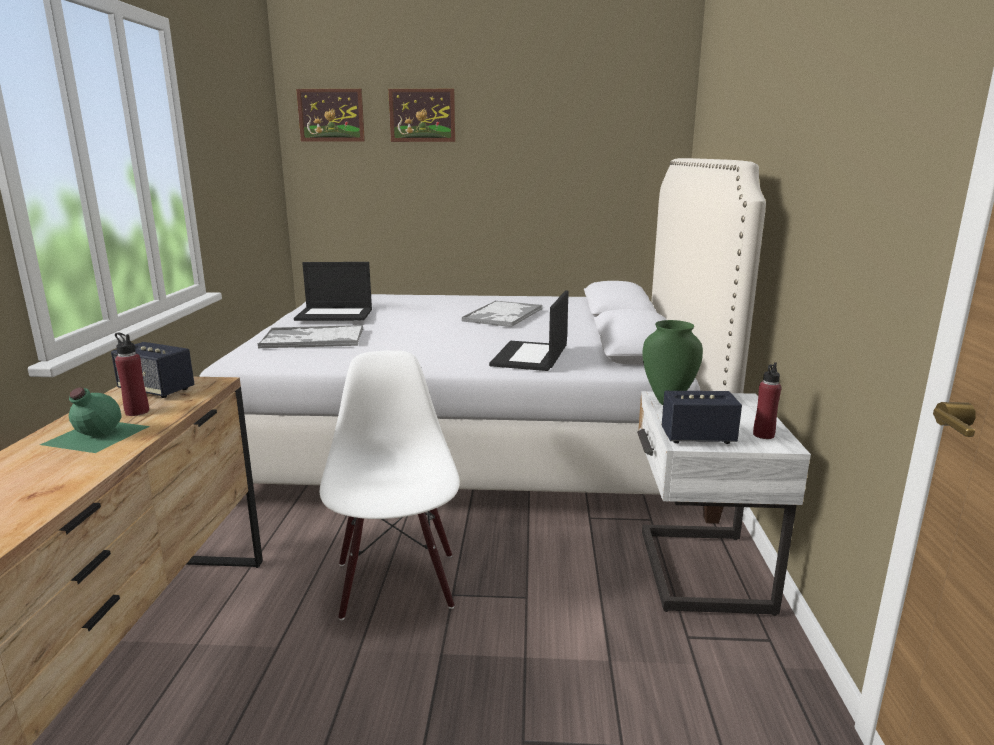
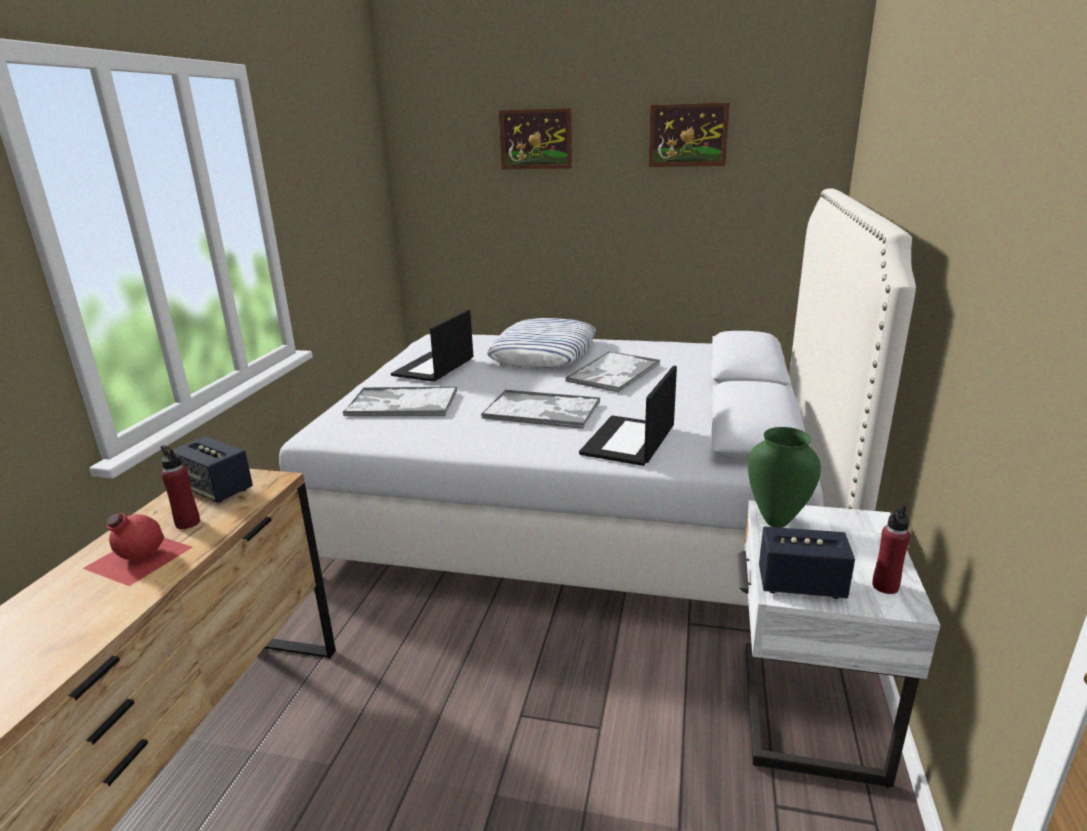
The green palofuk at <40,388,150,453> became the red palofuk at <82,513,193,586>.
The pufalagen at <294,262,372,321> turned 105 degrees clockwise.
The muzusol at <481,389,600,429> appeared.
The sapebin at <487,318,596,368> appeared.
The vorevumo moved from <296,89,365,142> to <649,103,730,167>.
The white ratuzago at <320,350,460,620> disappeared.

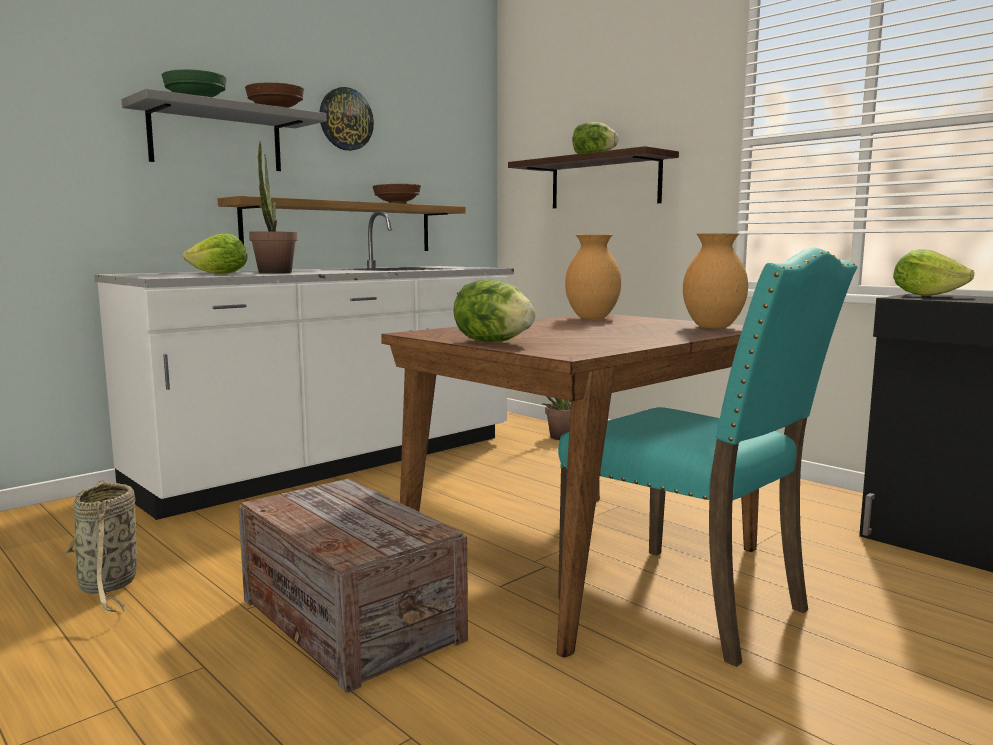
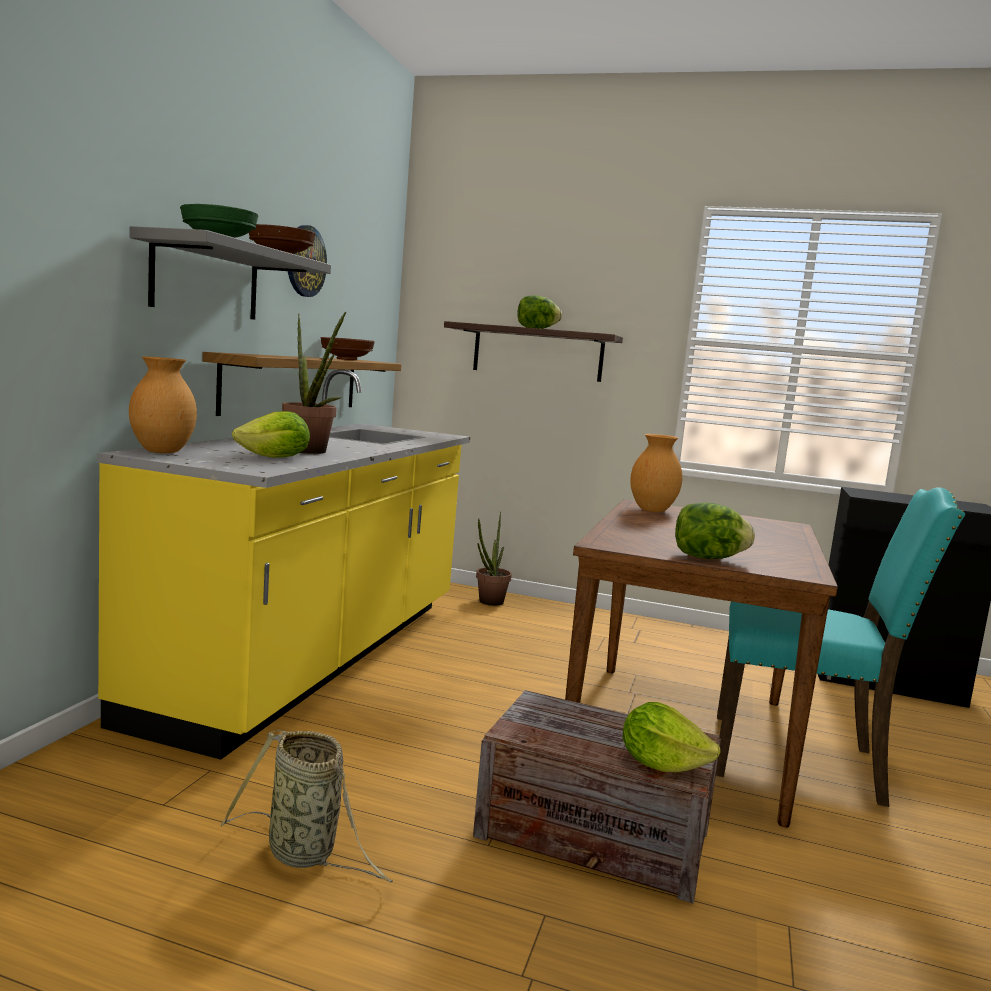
The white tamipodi at <94,211,514,520> became the yellow tamipodi at <97,369,470,760>.
The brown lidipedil moved from <683,233,748,328> to <129,356,197,453>.
The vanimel moved from <893,249,974,296> to <623,702,721,773>.

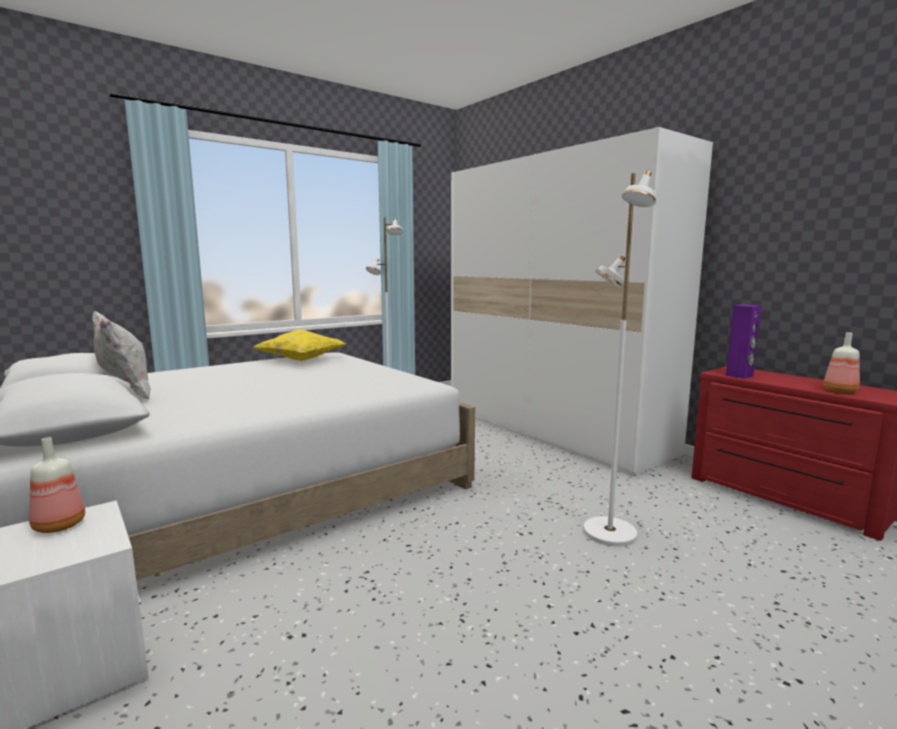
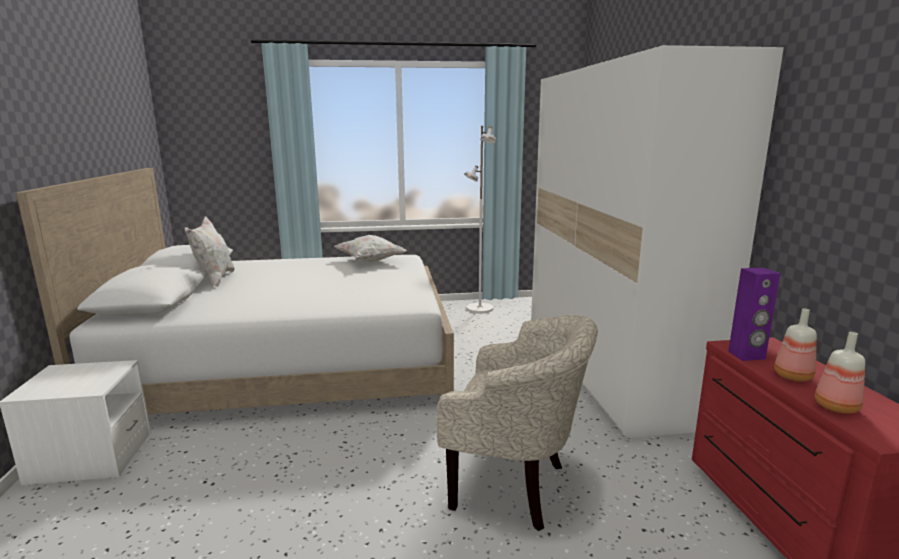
The yellow sapebin at <253,329,346,361> became the white sapebin at <334,235,407,262>.
The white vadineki at <583,171,656,546> was replaced by the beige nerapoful at <436,315,598,531>.
The palofuk moved from <29,437,85,533> to <774,308,817,381>.

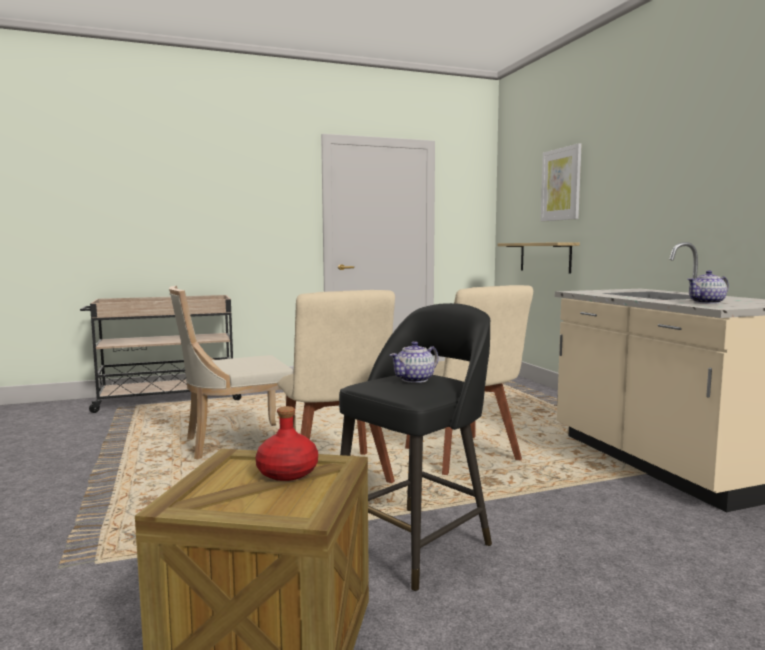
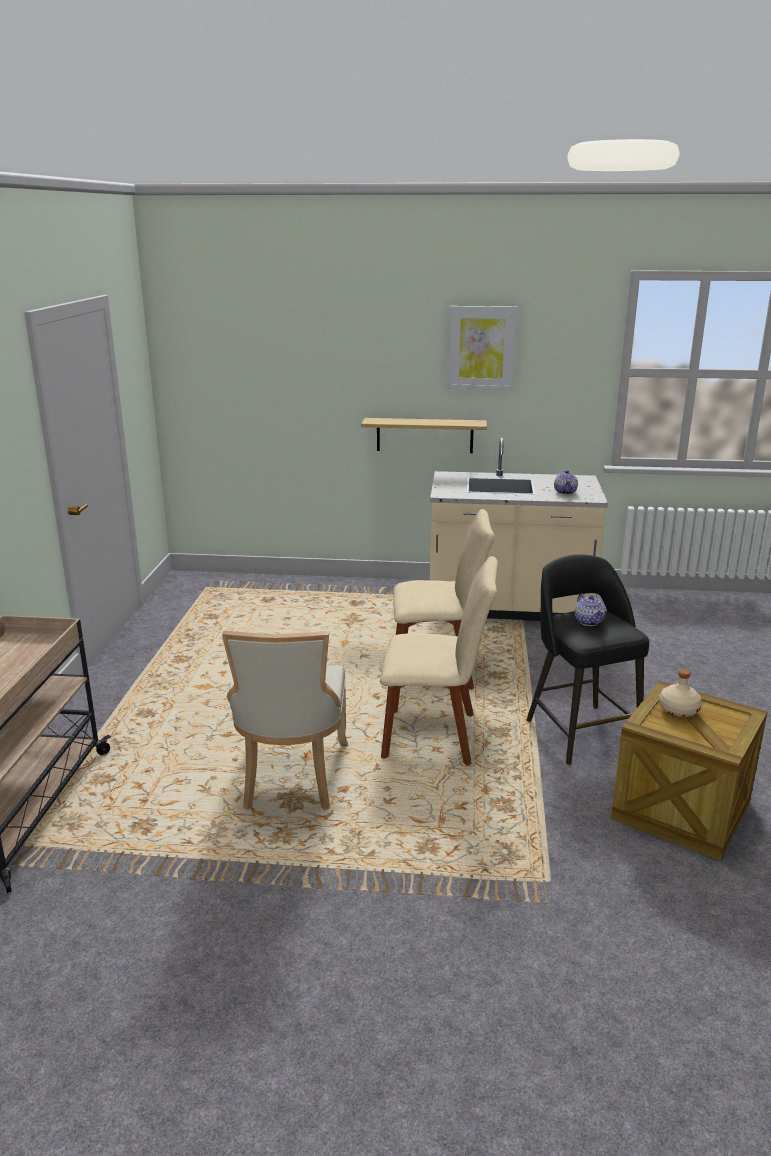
The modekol moved from <497,242,580,274> to <361,418,487,453>.
The vorevumo moved from <541,143,582,222> to <447,306,517,390>.
The red palofuk at <256,406,318,481> became the beige palofuk at <659,669,702,717>.

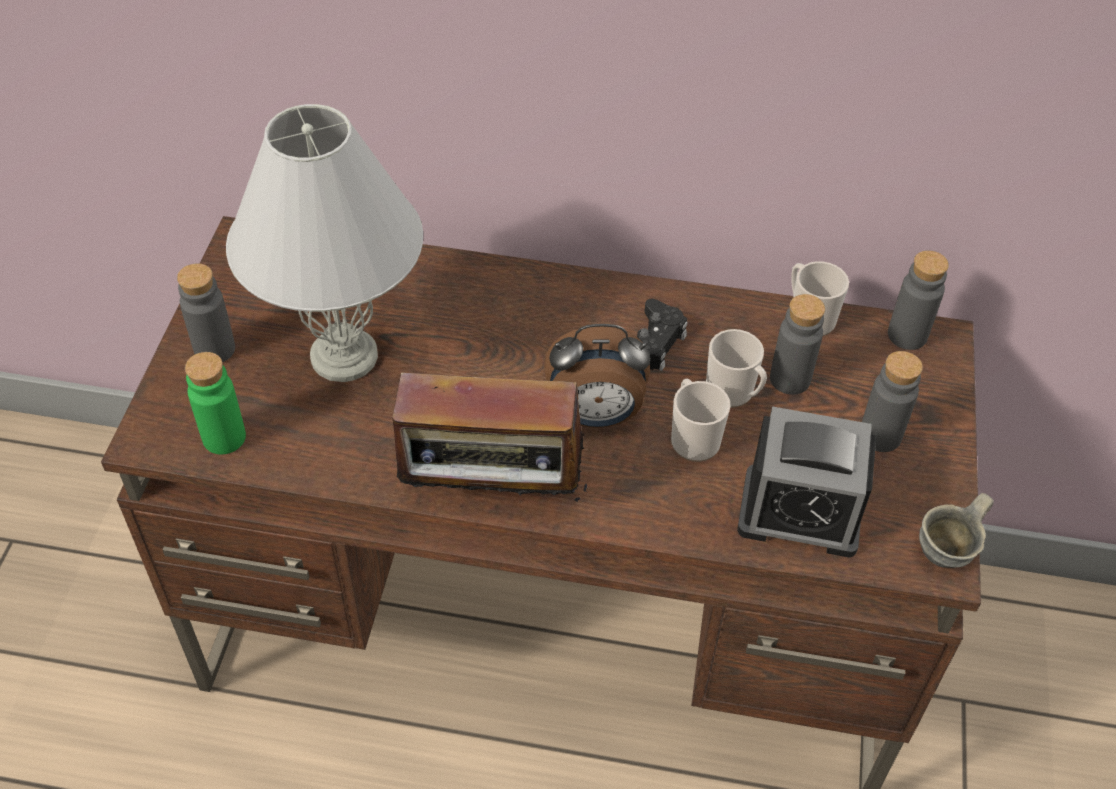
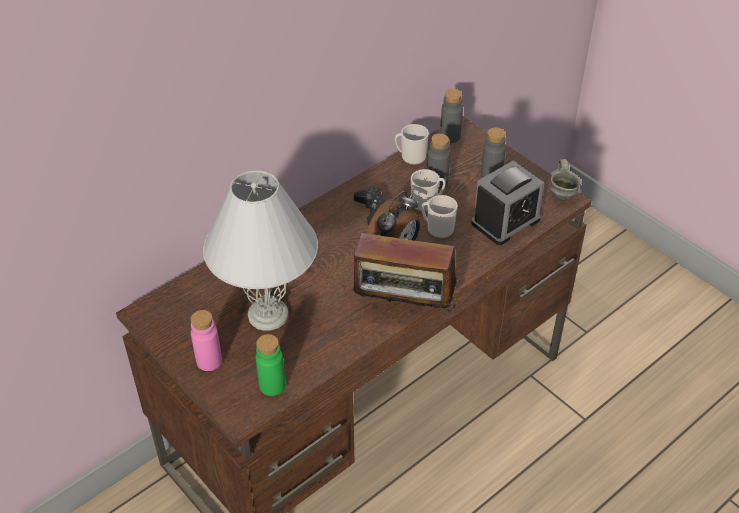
The grey palofuk at <177,263,235,362> became the pink palofuk at <191,310,222,371>.
The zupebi at <381,356,587,526> turned 60 degrees clockwise.

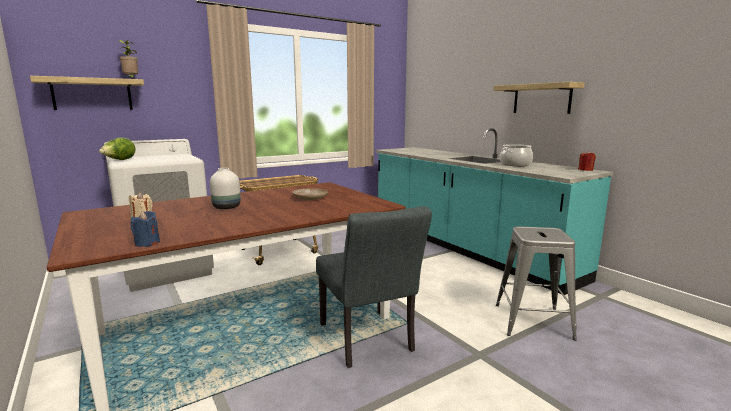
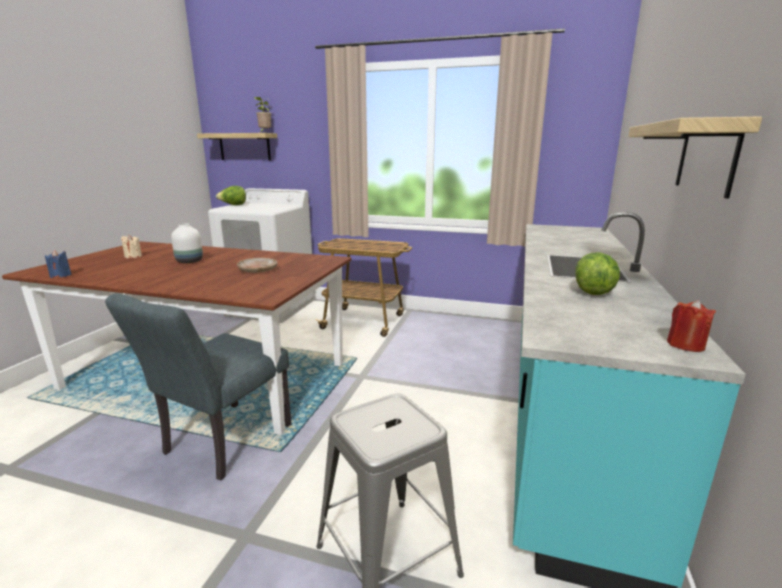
The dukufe at <500,144,533,166> was replaced by the vanimel at <575,252,620,295>.

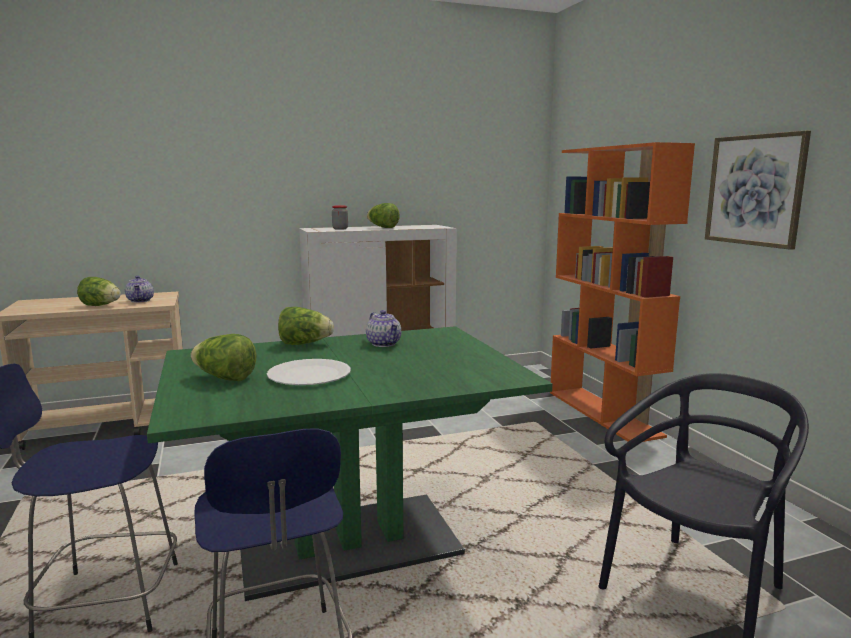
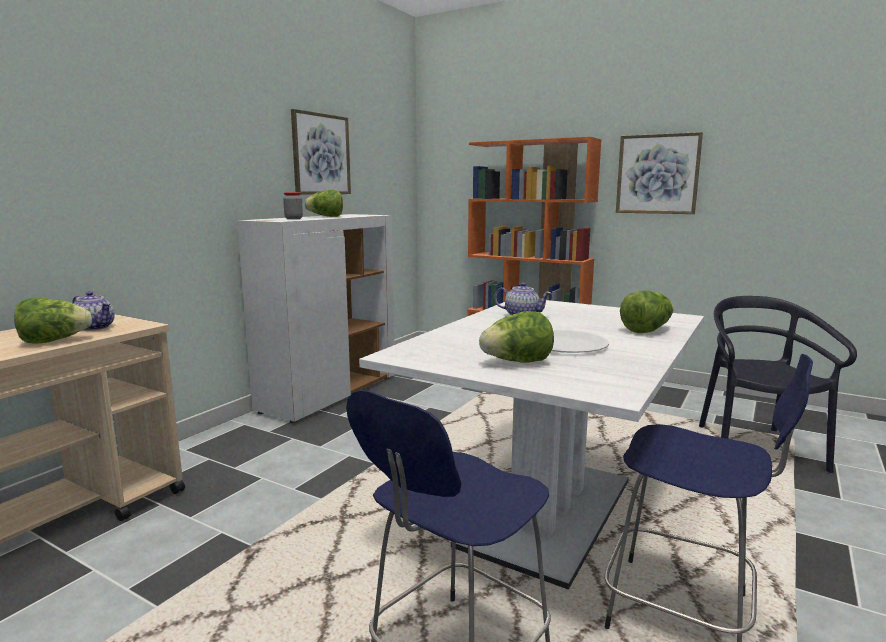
The vorevumo at <291,109,351,195> appeared.
The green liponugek at <147,326,553,601> became the white liponugek at <359,300,704,589>.
The vanimel moved from <278,307,334,345> to <620,290,674,333>.

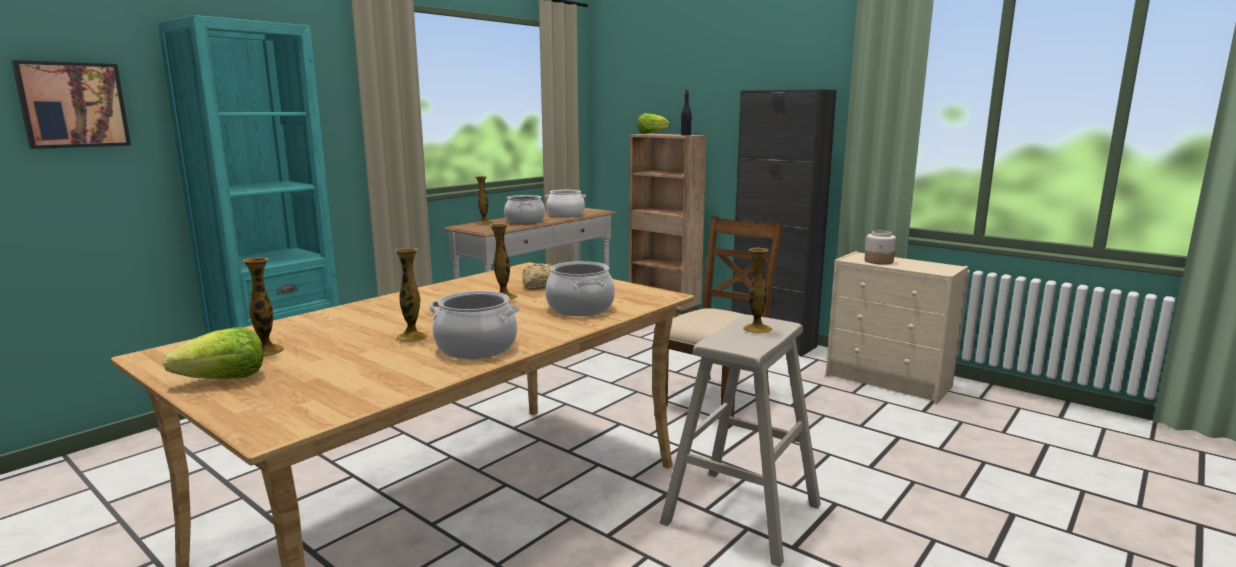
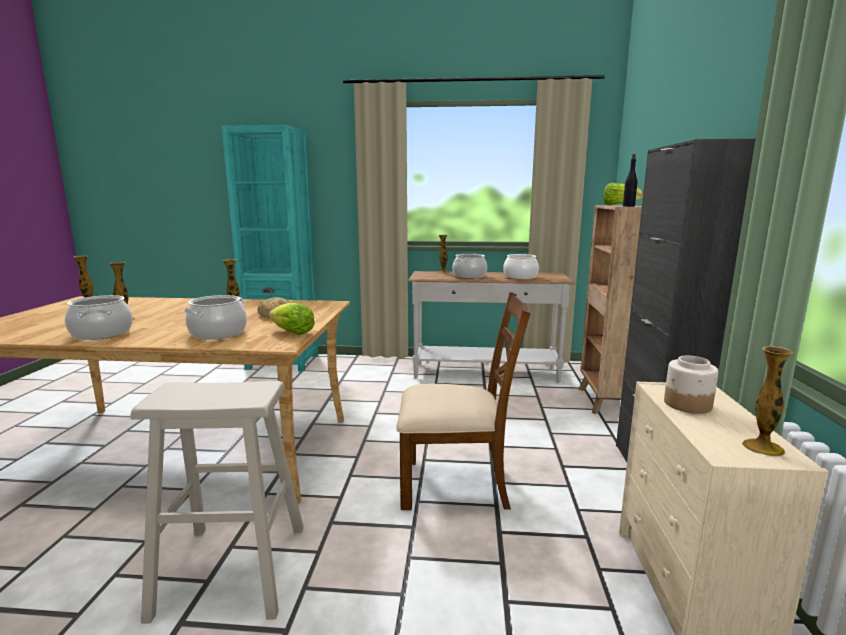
The vanimel moved from <163,327,264,379> to <269,303,315,335>.
The lidipedil moved from <743,248,772,334> to <742,347,793,456>.
The vorevumo at <12,60,131,149> disappeared.

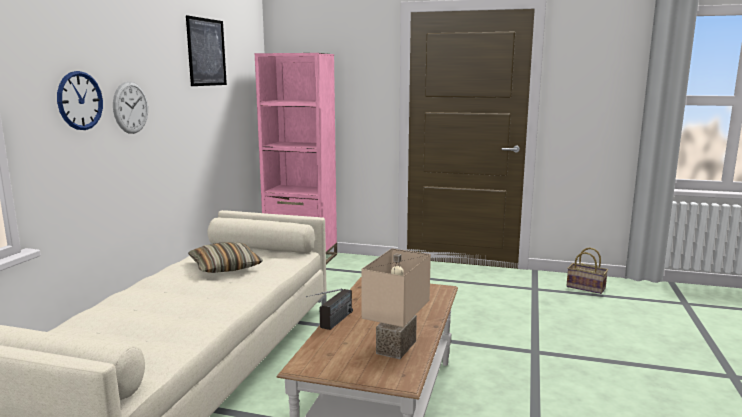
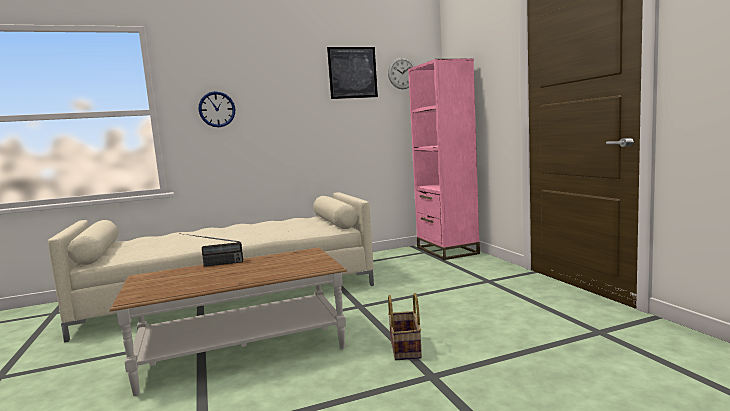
The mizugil moved from <113,81,148,134> to <388,57,415,89>.
The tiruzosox moved from <566,247,608,294> to <388,293,422,360>.
The sapebin at <188,242,263,273> disappeared.
The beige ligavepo at <361,249,431,359> disappeared.

